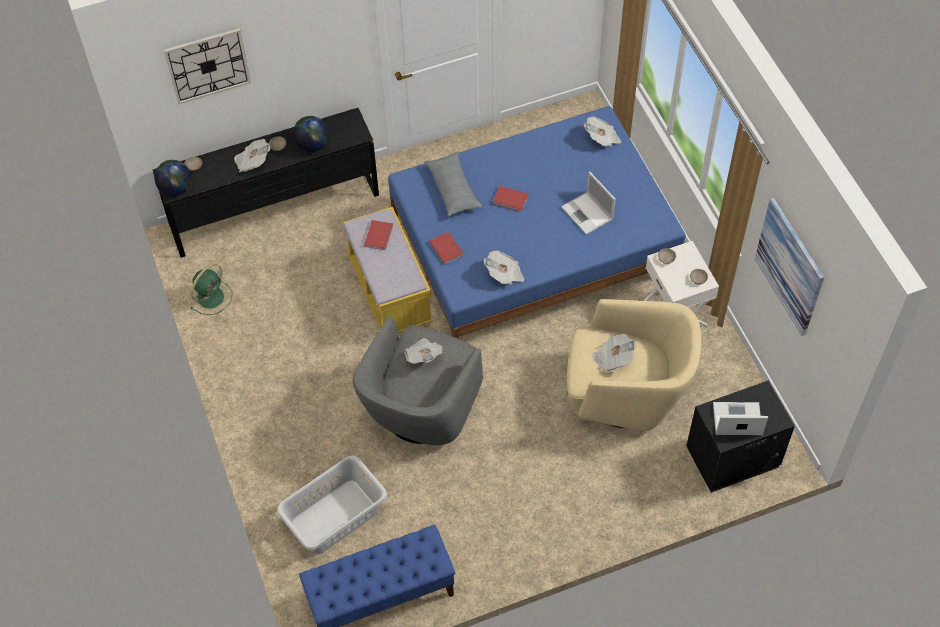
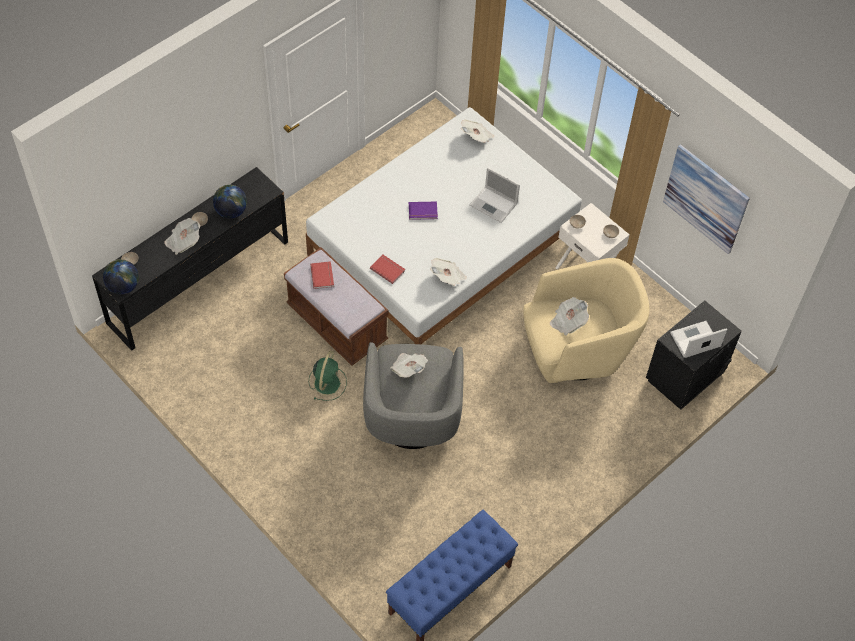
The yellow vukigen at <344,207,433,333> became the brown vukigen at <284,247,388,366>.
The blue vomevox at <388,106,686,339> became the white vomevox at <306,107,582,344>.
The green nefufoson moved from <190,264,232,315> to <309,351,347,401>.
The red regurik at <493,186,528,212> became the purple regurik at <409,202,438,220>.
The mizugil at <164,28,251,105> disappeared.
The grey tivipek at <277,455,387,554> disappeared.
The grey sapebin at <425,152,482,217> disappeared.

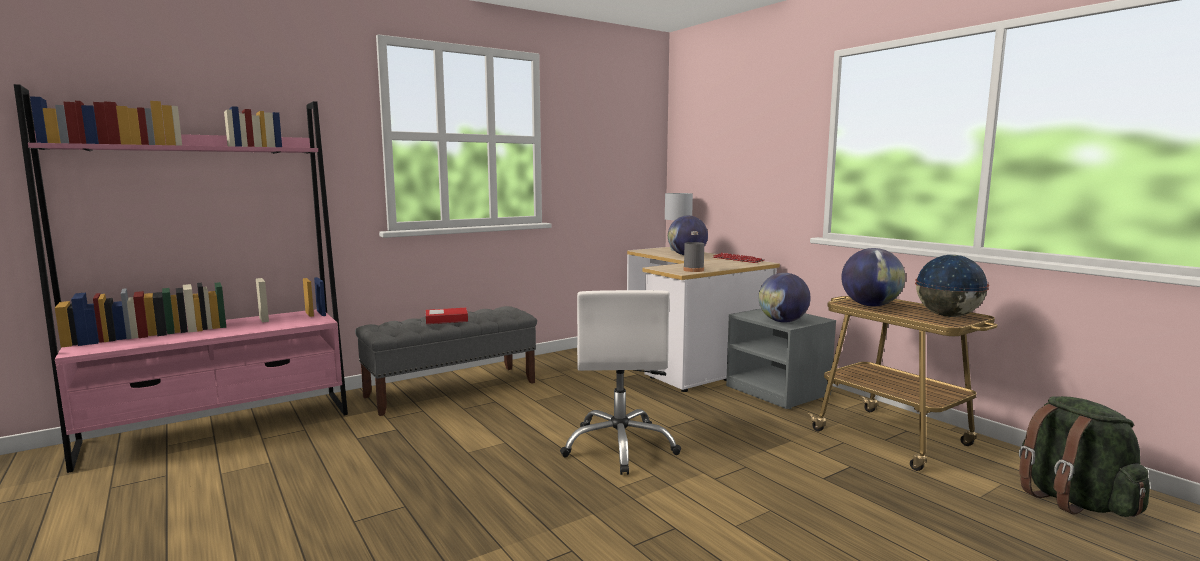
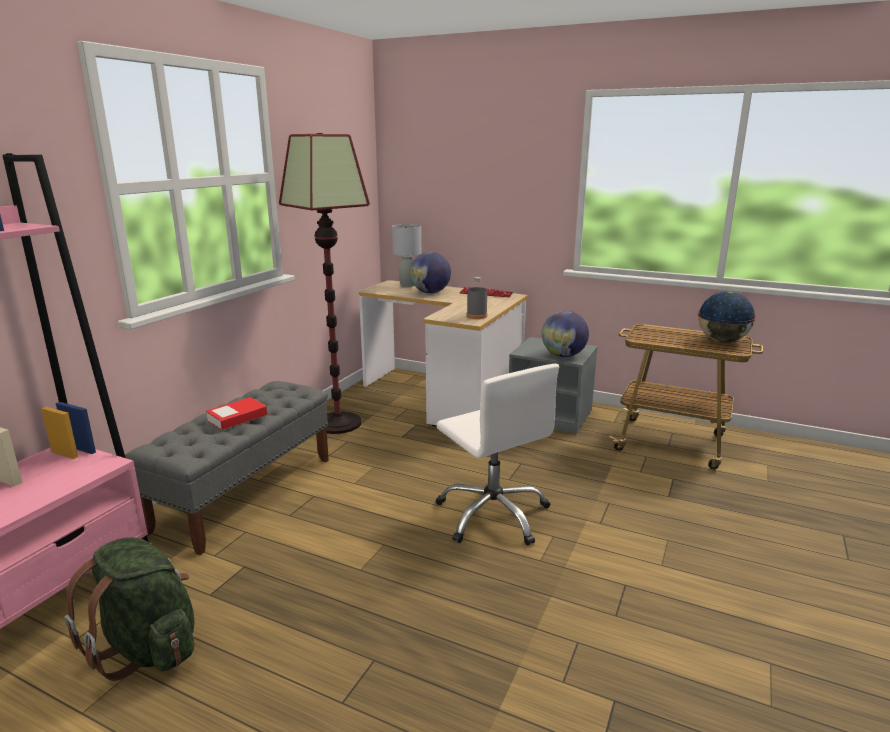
The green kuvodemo moved from <1019,396,1150,517> to <65,537,195,681>.
The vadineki at <279,133,370,434> appeared.
The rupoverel at <842,248,905,307> disappeared.

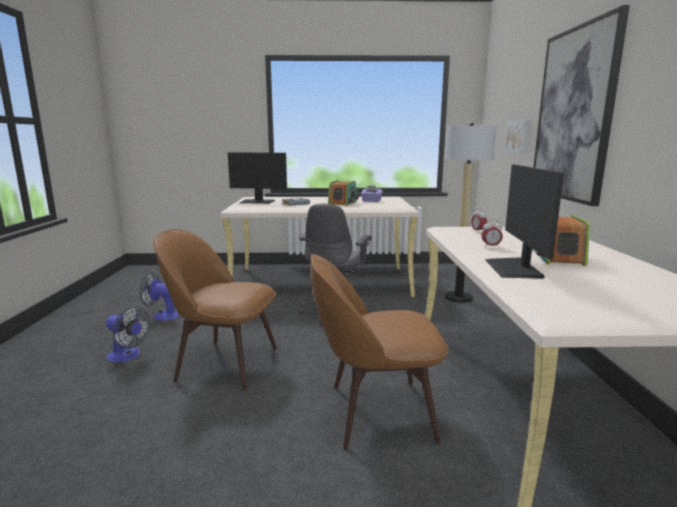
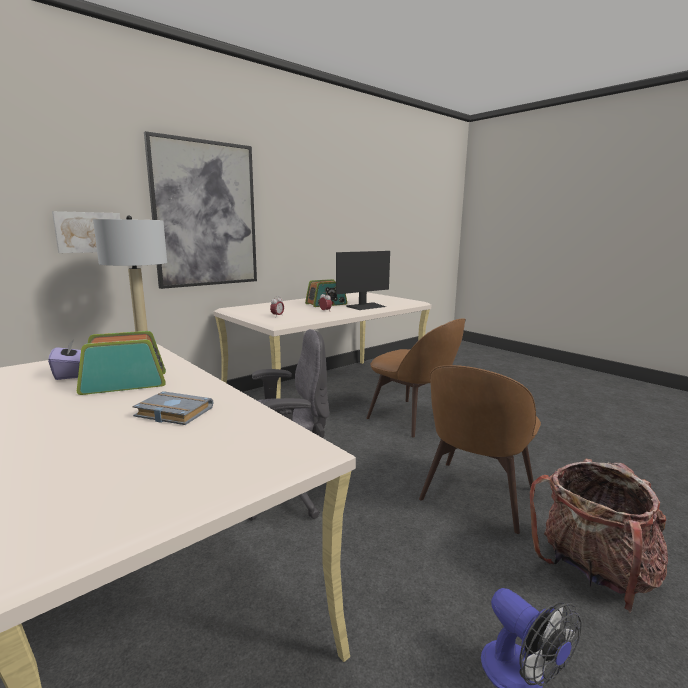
The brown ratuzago at <153,229,277,391> turned 60 degrees clockwise.
The nefufoson at <106,306,150,362> was replaced by the kuvodemo at <530,459,668,613>.
The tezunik at <228,152,287,204> disappeared.

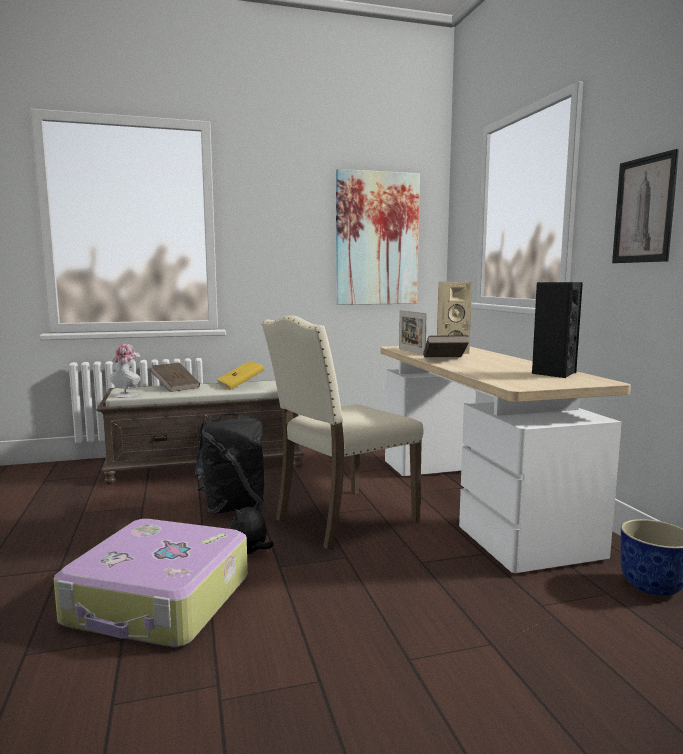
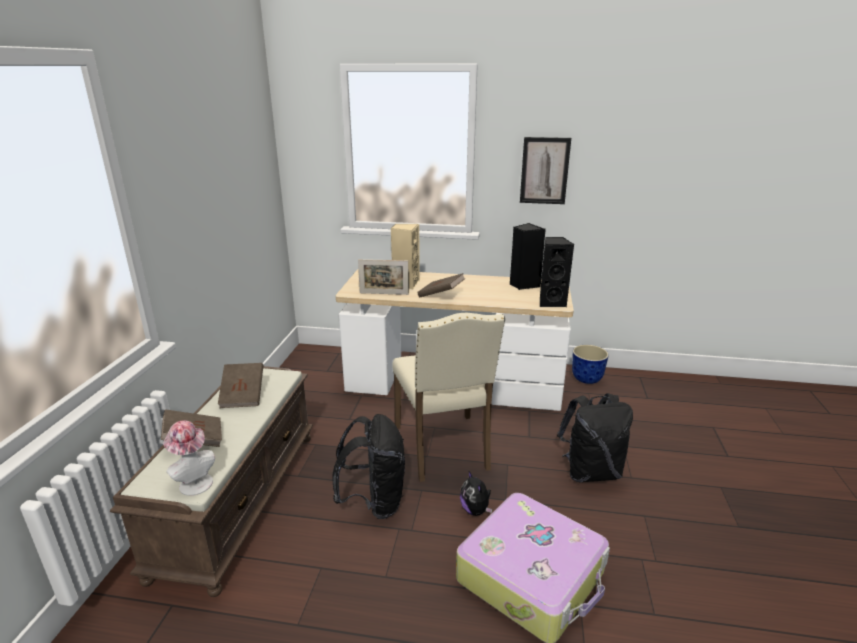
The yellow regurik at <216,361,264,390> became the brown regurik at <218,363,263,408>.
The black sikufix at <540,237,574,307> appeared.
The black kuvodemo at <557,393,633,482> appeared.
The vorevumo at <336,169,420,305> disappeared.

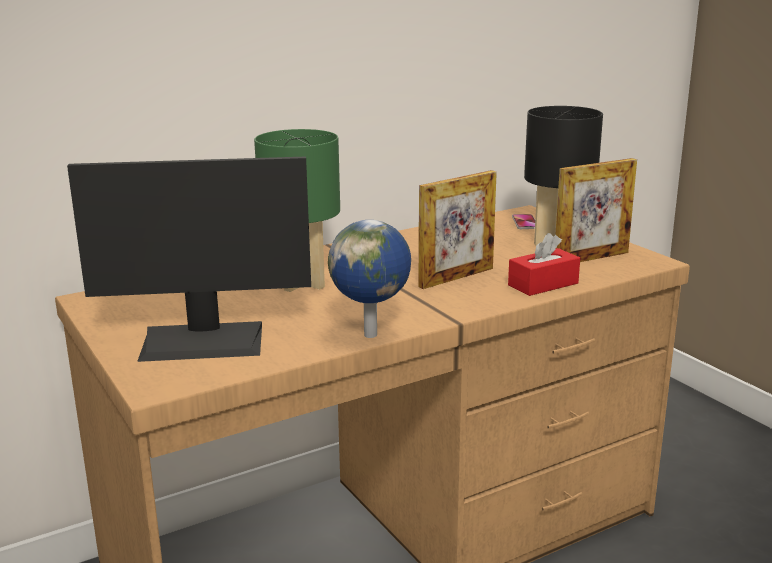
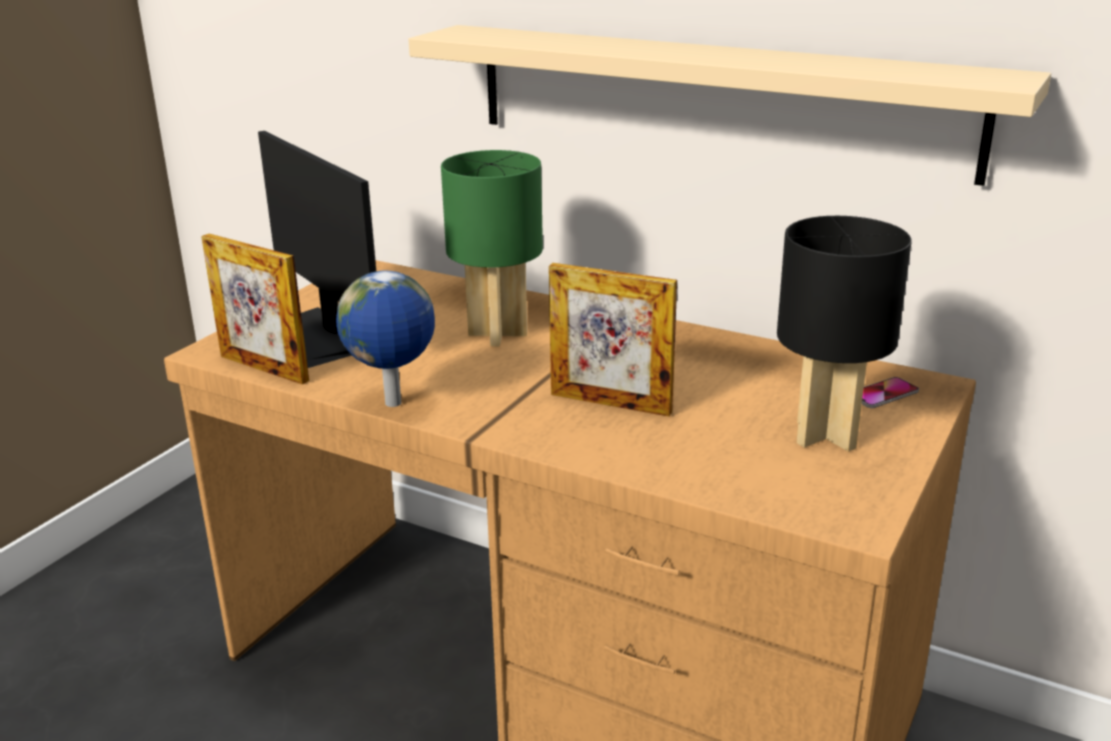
The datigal moved from <555,158,637,262> to <201,234,309,385>.
The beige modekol at <408,25,1051,186> appeared.
The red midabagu at <508,233,580,296> disappeared.

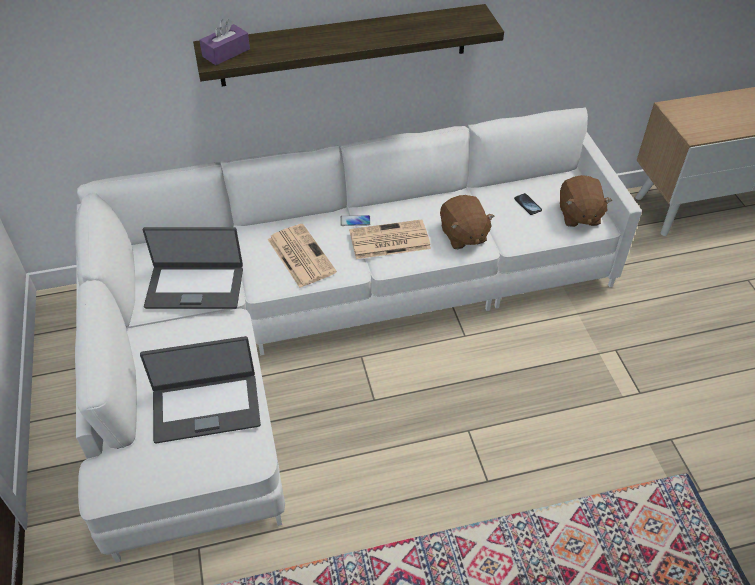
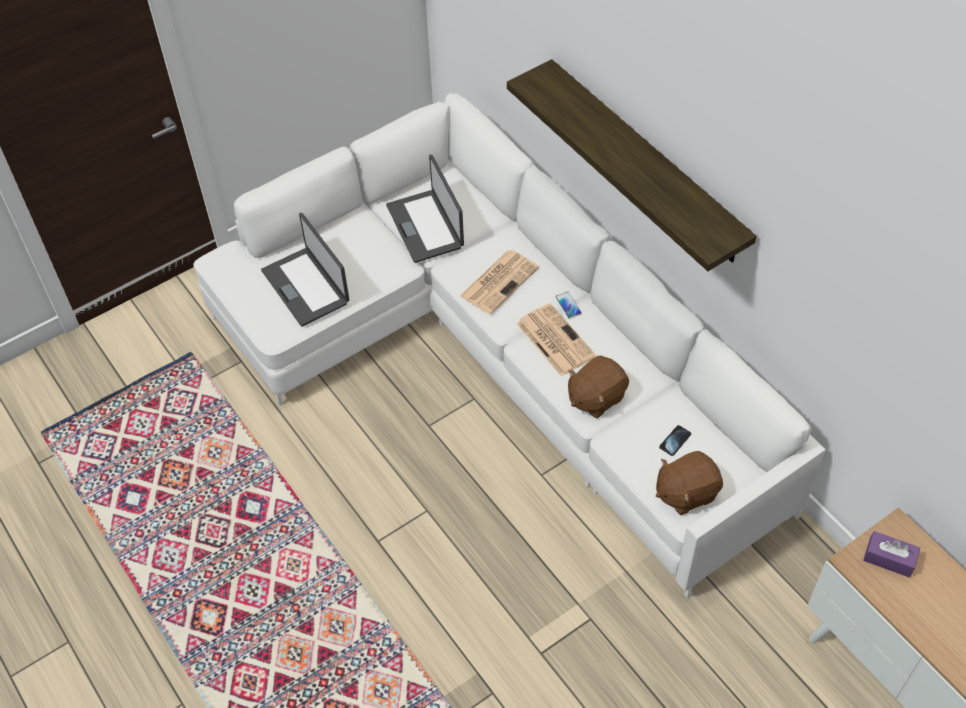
The purple midabagu moved from <199,19,250,65> to <863,531,920,578>.

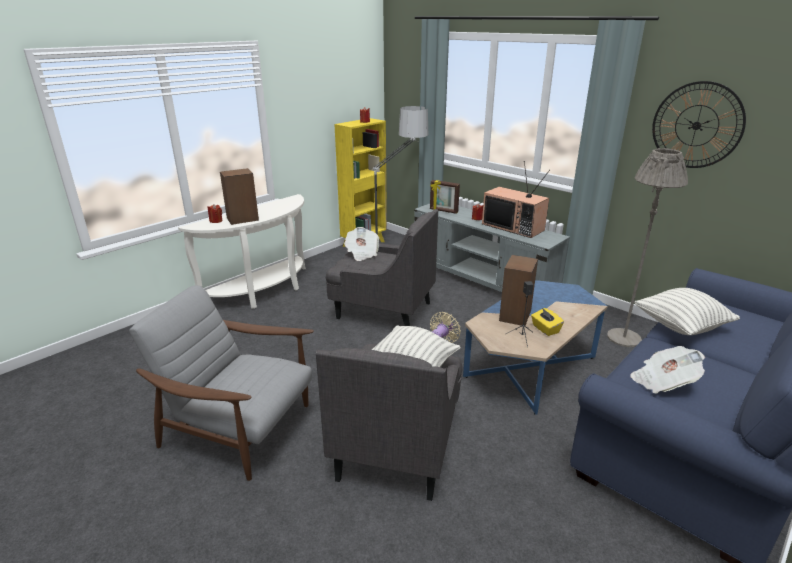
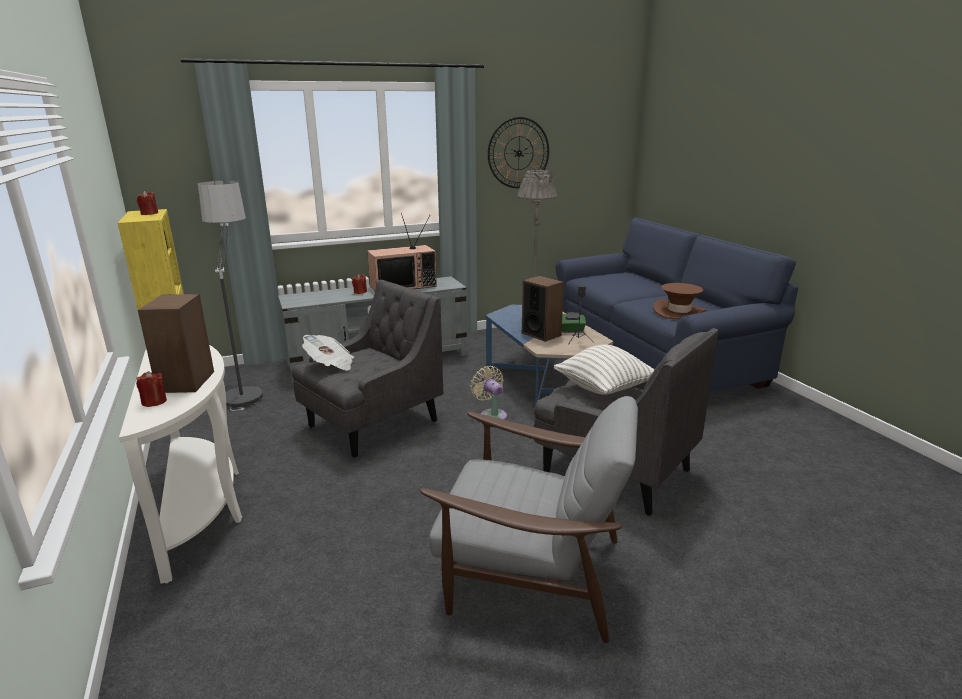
The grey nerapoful at <129,285,314,481> turned 120 degrees counterclockwise.
The yellow midabagu at <531,308,564,336> became the green midabagu at <562,312,586,333>.
The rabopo at <631,346,705,394> was replaced by the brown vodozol at <653,283,707,319>.
The datigal at <430,180,460,214> disappeared.
The sapebin at <634,288,740,335> disappeared.

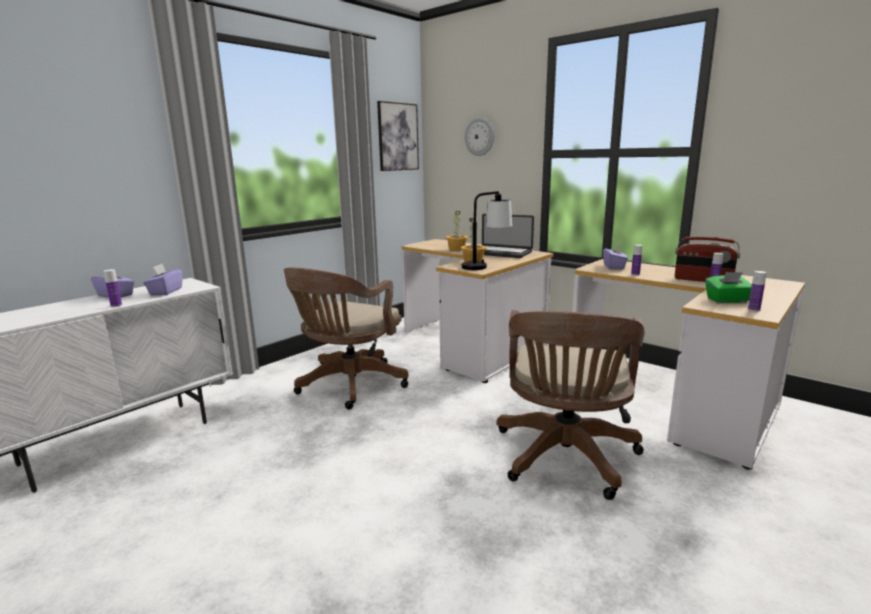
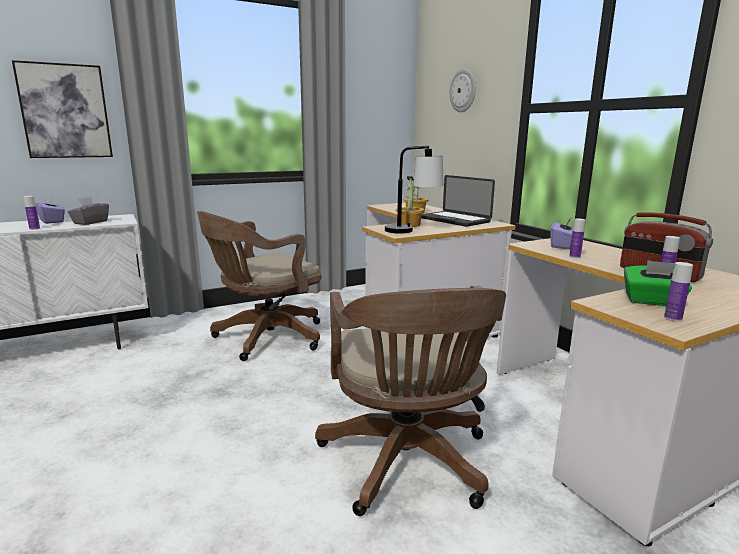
The vorevumo moved from <377,101,419,171> to <12,60,113,158>.
The purple midabagu at <143,264,183,295> became the grey midabagu at <68,196,109,225>.
The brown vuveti at <497,310,645,500> turned 45 degrees counterclockwise.

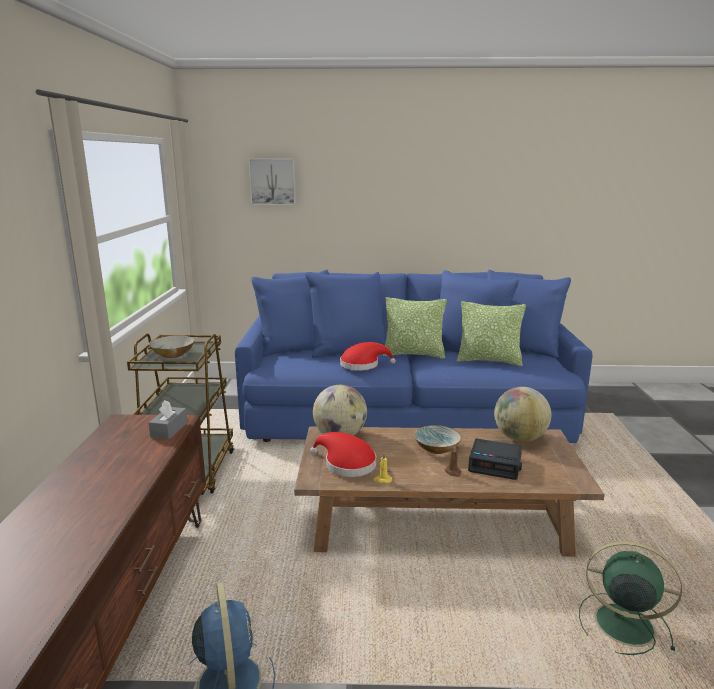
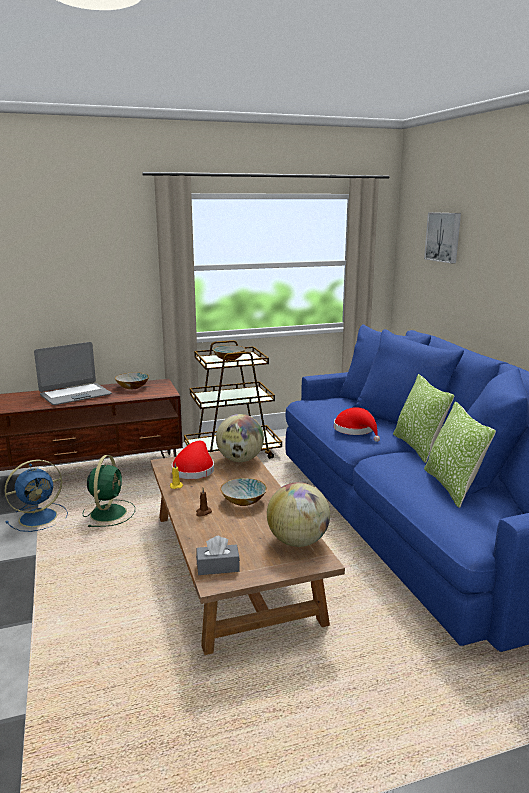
The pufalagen at <34,342,112,405> appeared.
The green nefufoson moved from <579,541,682,655> to <82,455,135,527>.
The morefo at <115,372,149,389> appeared.
The grey midabagu moved from <148,400,188,440> to <196,536,240,575>.
The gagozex at <468,439,522,480> disappeared.

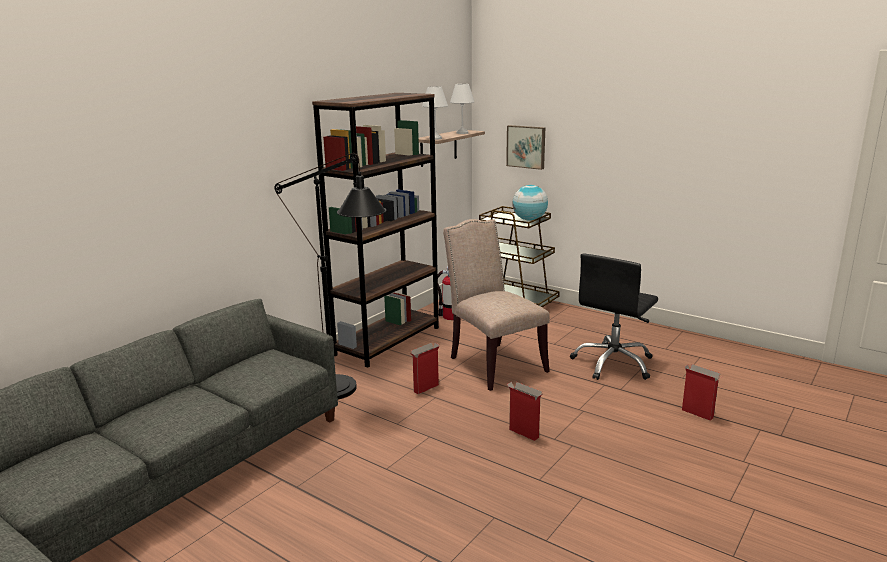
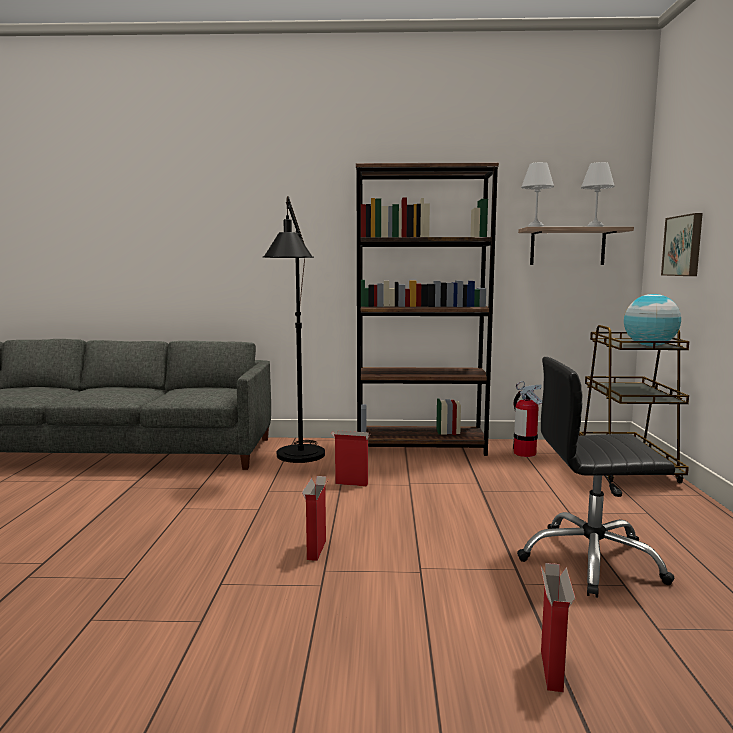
The beige ratuzago at <443,219,550,391> disappeared.

